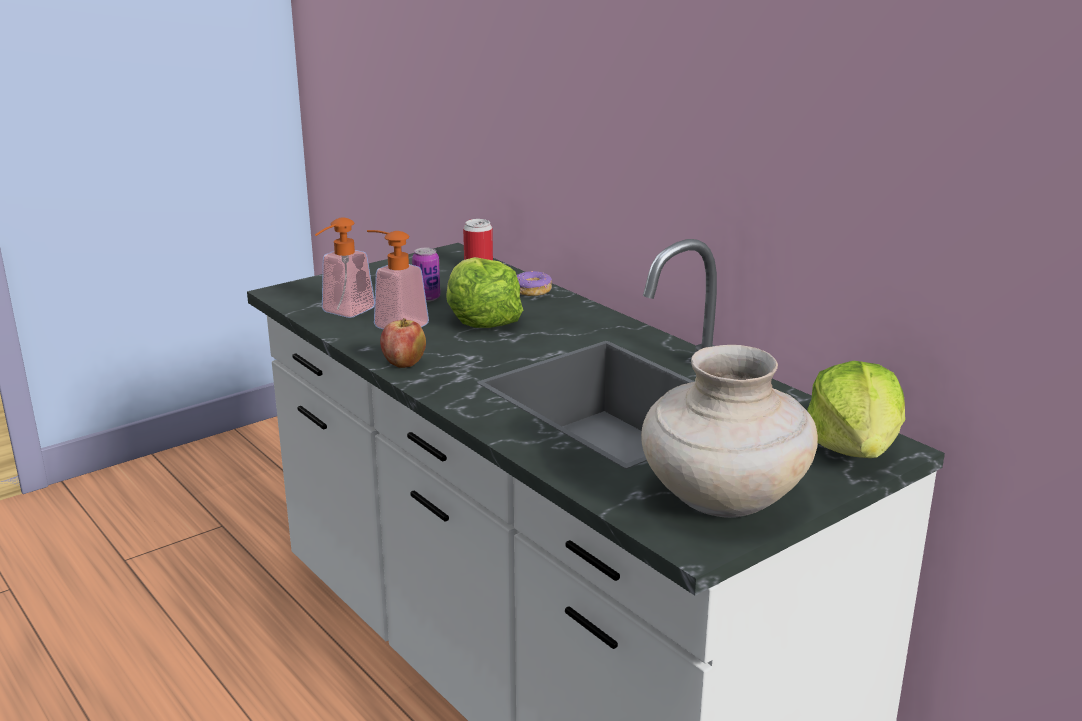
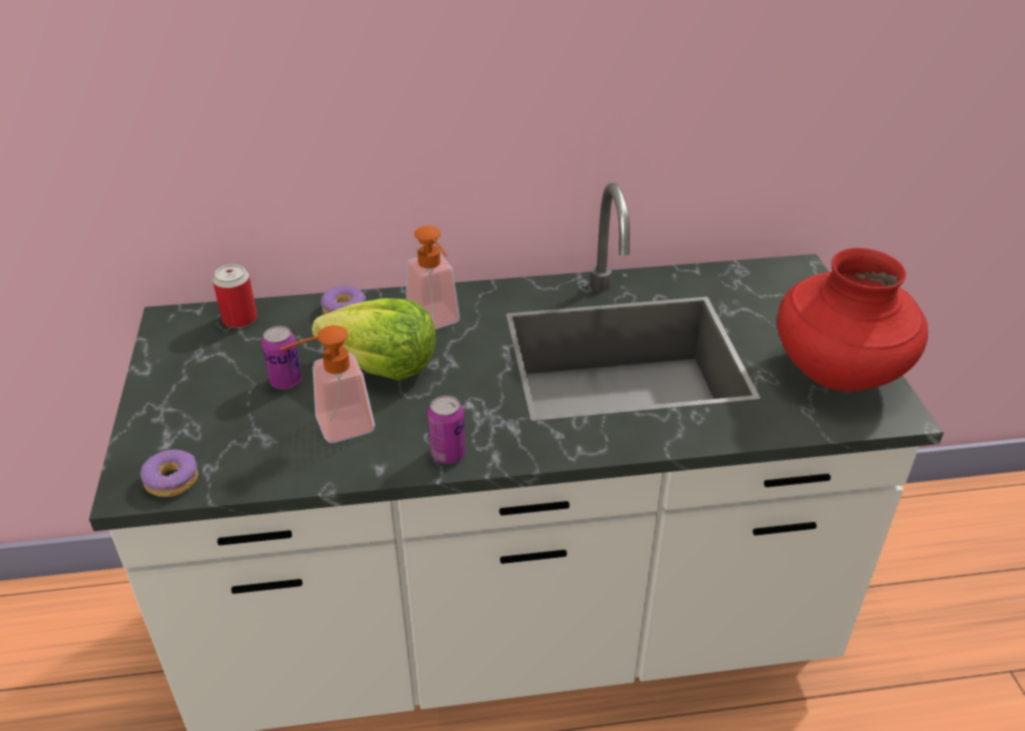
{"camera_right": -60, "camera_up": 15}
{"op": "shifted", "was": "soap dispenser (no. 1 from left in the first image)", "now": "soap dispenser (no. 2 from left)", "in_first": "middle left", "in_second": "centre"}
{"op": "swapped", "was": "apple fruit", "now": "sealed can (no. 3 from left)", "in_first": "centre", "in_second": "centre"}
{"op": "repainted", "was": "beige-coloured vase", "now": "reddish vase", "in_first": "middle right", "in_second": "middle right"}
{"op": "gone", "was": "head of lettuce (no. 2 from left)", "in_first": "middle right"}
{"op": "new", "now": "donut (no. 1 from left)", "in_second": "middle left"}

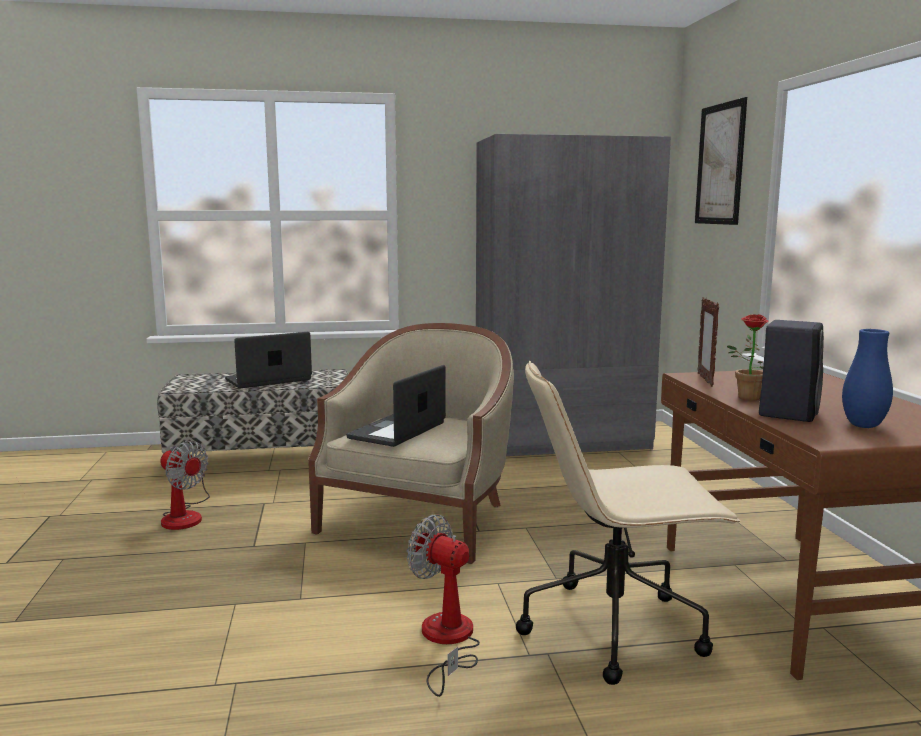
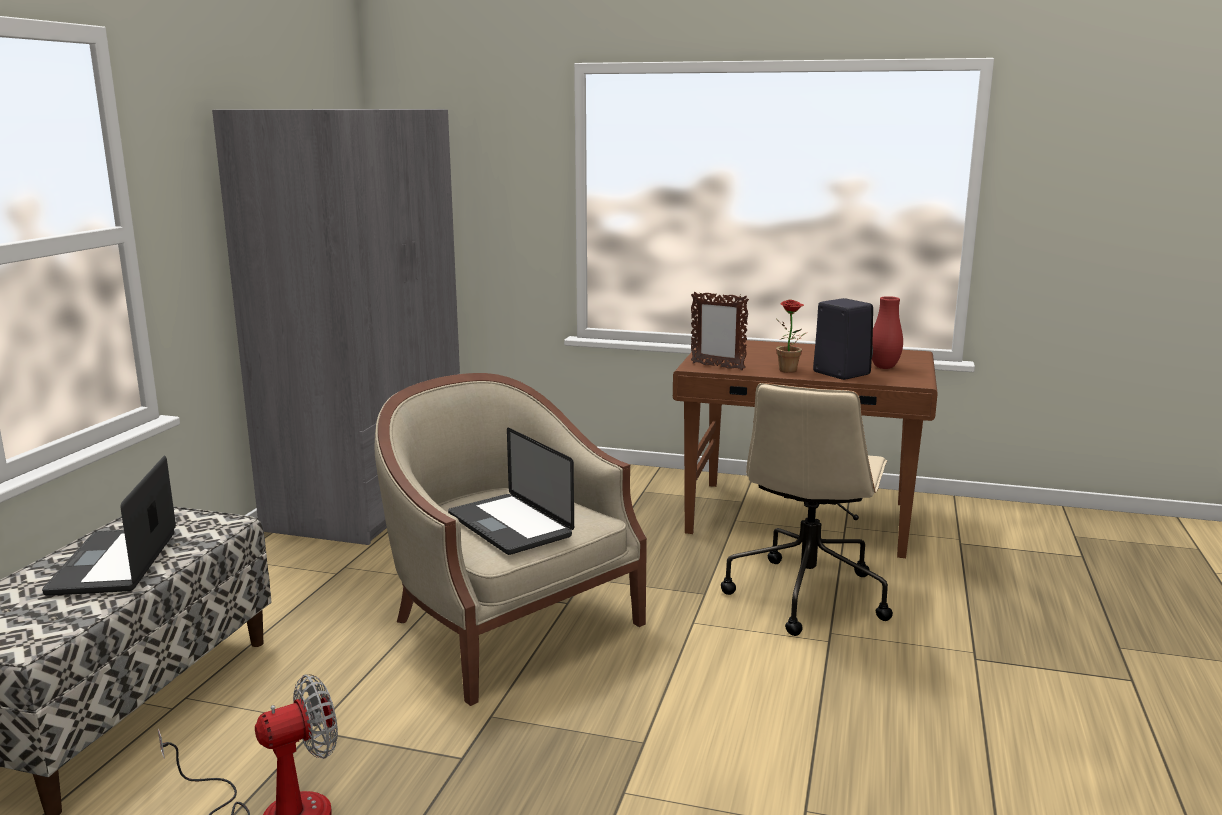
{"camera_right": -65, "camera_up": 5}
{"op": "gone", "was": "cooling fan (no. 2 from left)", "in_first": "bottom centre"}
{"op": "gone", "was": "wall art", "in_first": "top right"}
{"op": "repainted", "was": "blue-coloured vase", "now": "reddish vase", "in_first": "middle right", "in_second": "middle right"}

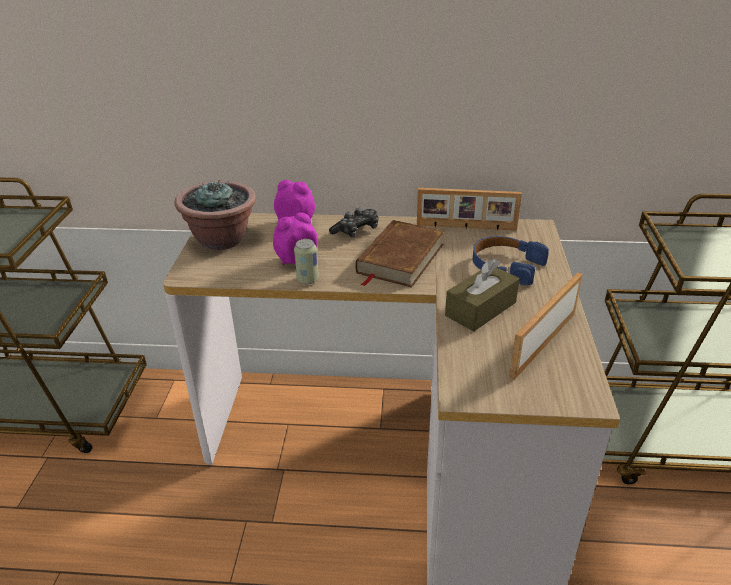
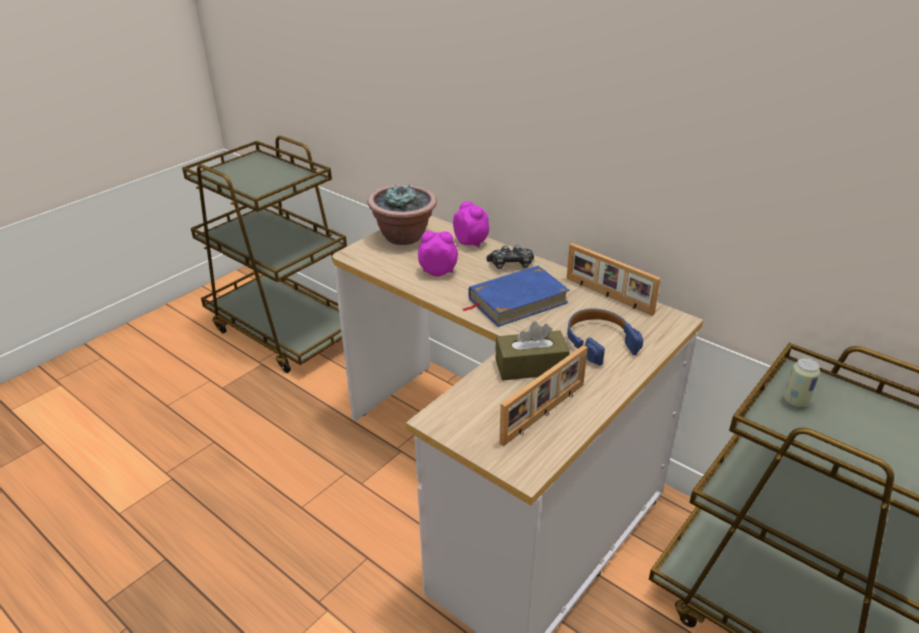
{"camera_right": 35, "camera_up": 0}
{"op": "shifted", "was": "sealed can", "in_first": "centre", "in_second": "middle right"}
{"op": "repainted", "was": "brown volume", "now": "blue-coloured volume", "in_first": "centre", "in_second": "centre"}
{"op": "rotated", "was": "picture frame (no. 2 from left in the first image)", "in_first": "middle right", "in_second": "centre", "clockwise": 150}

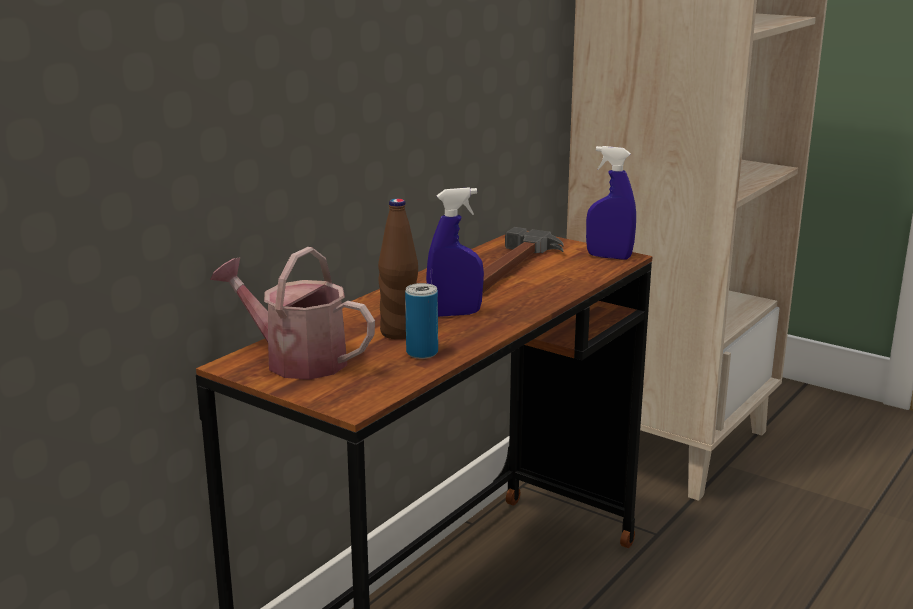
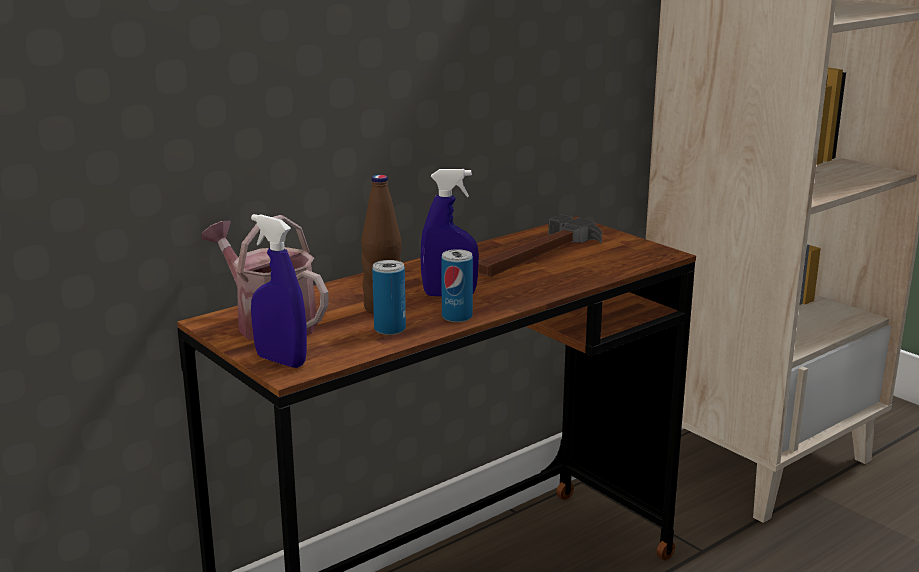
{"camera_right": 15, "camera_up": 0}
{"op": "shifted", "was": "blue-coloured hand sprayer (no. 2 from left in the first image)", "now": "blue-coloured hand sprayer (no. 1 from left)", "in_first": "middle right", "in_second": "middle left"}
{"op": "new", "now": "sealed can (no. 2 from left)", "in_second": "centre"}

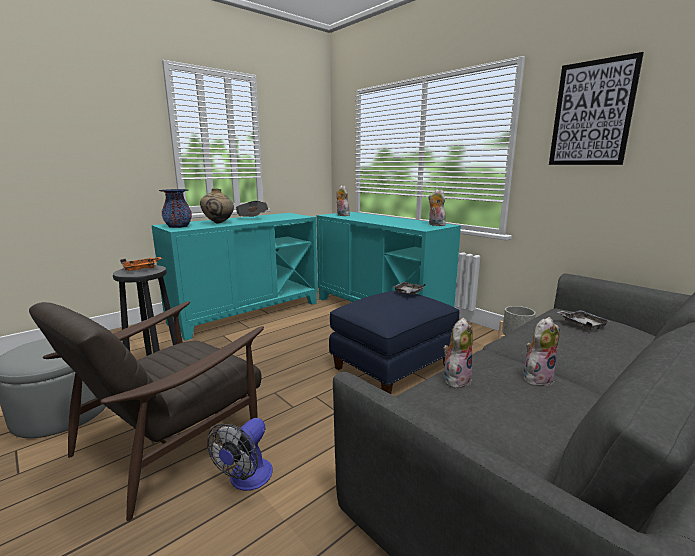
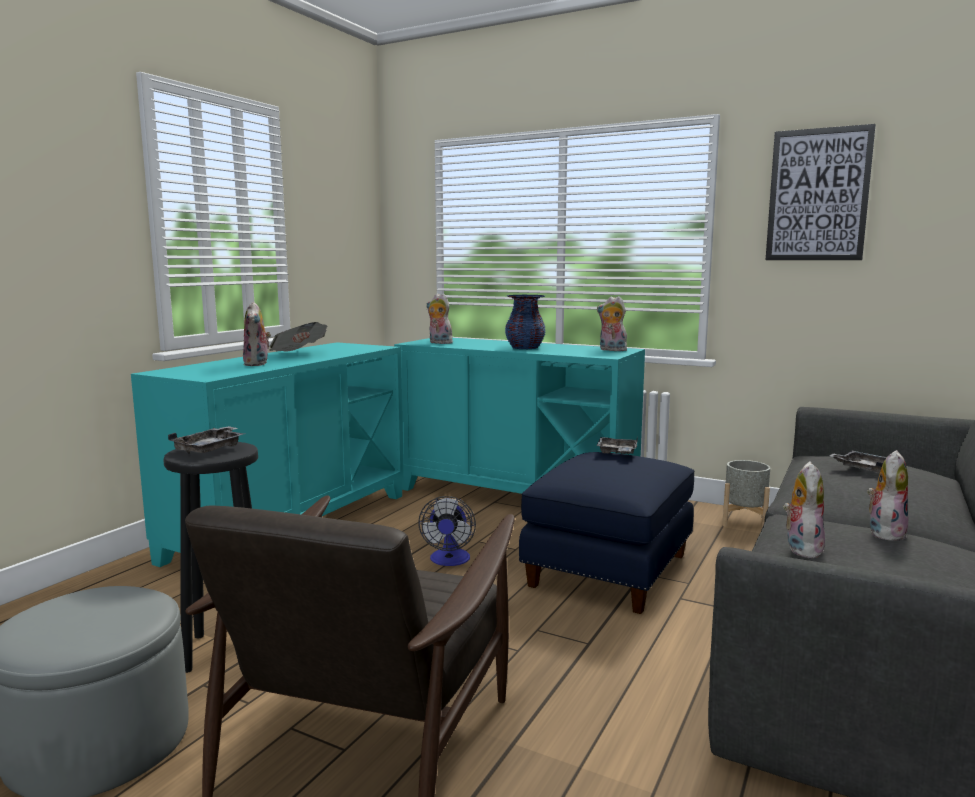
{"camera_right": -20, "camera_up": -5}
{"op": "repainted", "was": "orangey serving tray", "now": "grey serving tray (no. 1 from left)", "in_first": "middle left", "in_second": "middle left"}
{"op": "shifted", "was": "blue-coloured vase", "in_first": "middle left", "in_second": "centre"}
{"op": "swapped", "was": "beige-coloured vase", "now": "soft toy (no. 1 from left)", "in_first": "middle left", "in_second": "middle left"}
{"op": "shifted", "was": "cooling fan", "in_first": "bottom centre", "in_second": "centre"}

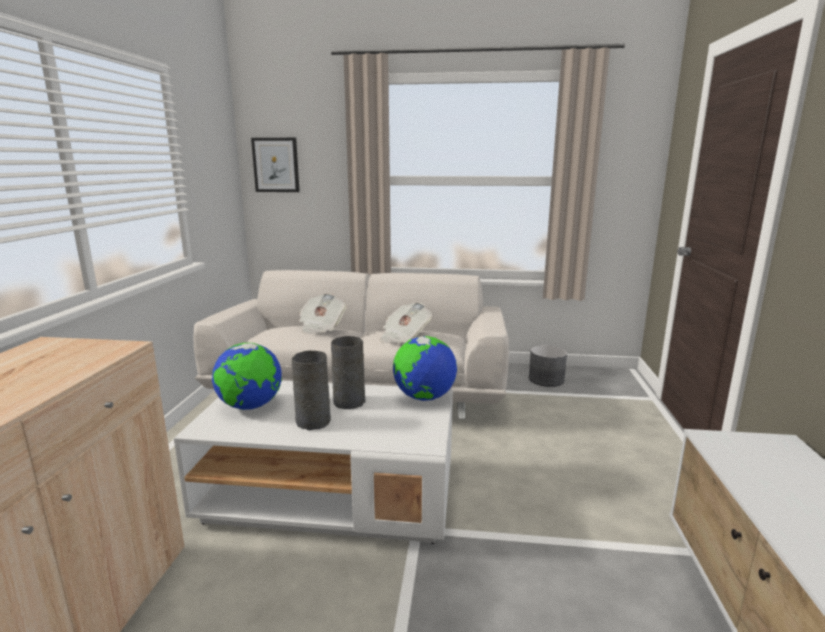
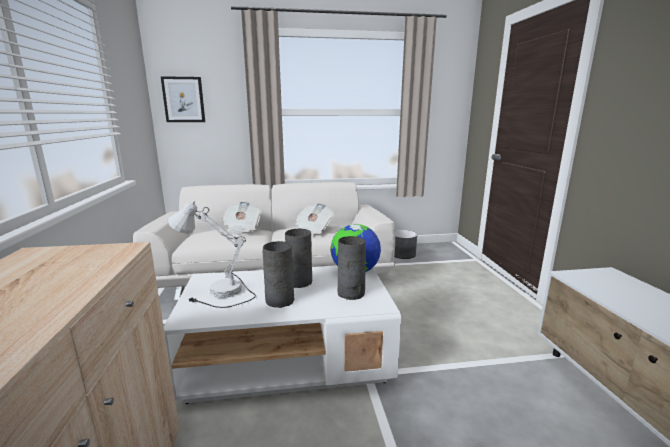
{"camera_right": -15, "camera_up": 0}
{"op": "swapped", "was": "globe (no. 1 from left)", "now": "whitish tabletop lamp", "in_first": "middle left", "in_second": "middle left"}
{"op": "new", "now": "grey vase (no. 3 from left)", "in_second": "centre"}

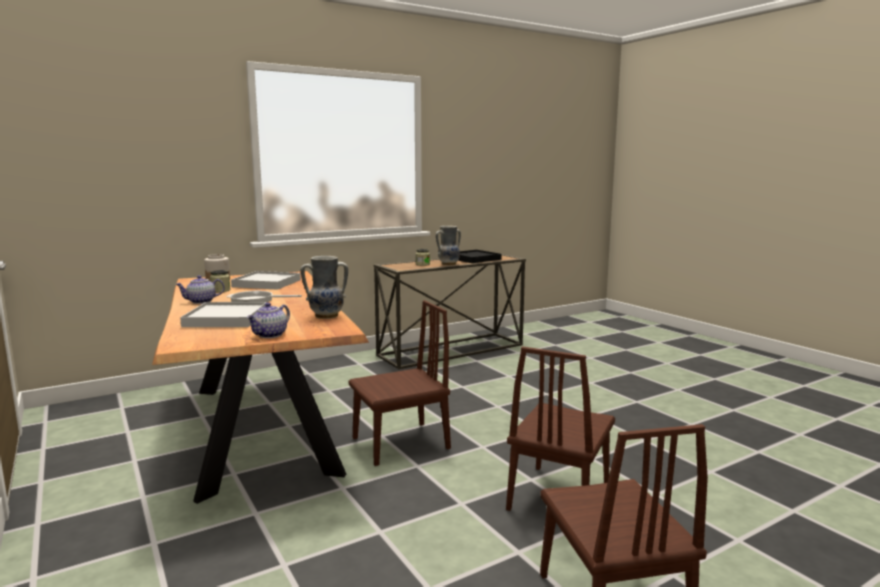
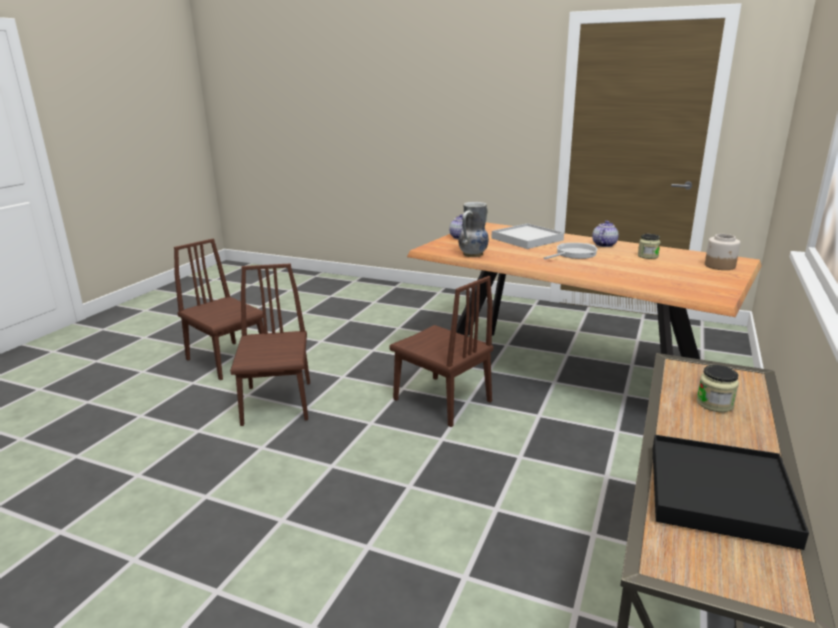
{"camera_right": 145, "camera_up": 10}
{"op": "gone", "was": "whitish serving tray (no. 2 from left)", "in_first": "middle left"}
{"op": "rotated", "was": "brown plain chair (no. 1 from left in the first image)", "in_first": "centre", "in_second": "centre", "clockwise": -75}
{"op": "gone", "was": "vase (no. 2 from left)", "in_first": "centre"}

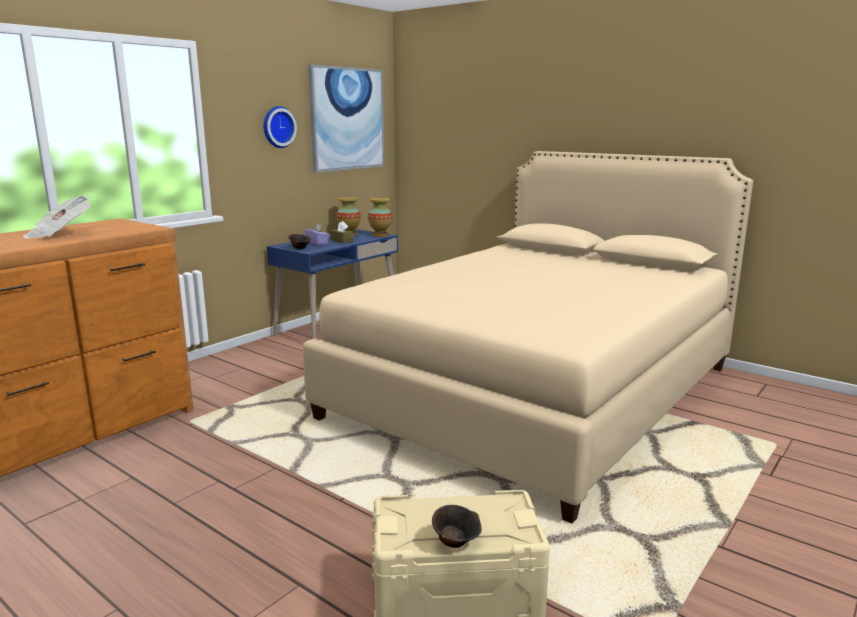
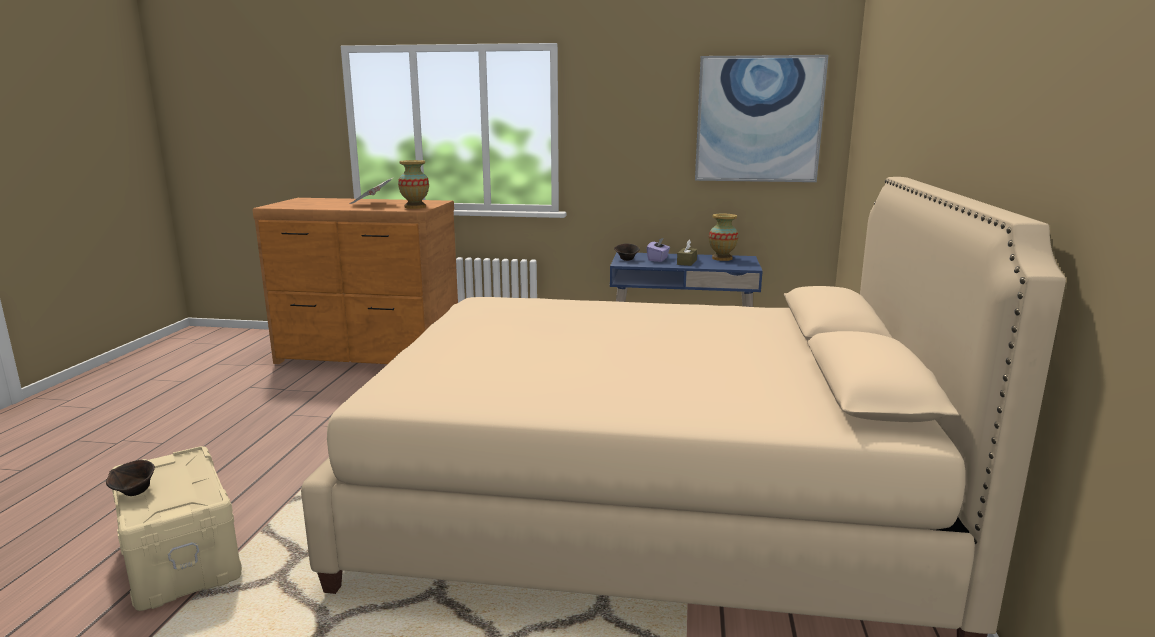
{"camera_right": 60, "camera_up": 0}
{"op": "gone", "was": "hanging clock", "in_first": "top left"}
{"op": "shifted", "was": "vase (no. 2 from left in the first image)", "now": "vase (no. 1 from left)", "in_first": "centre", "in_second": "top centre"}

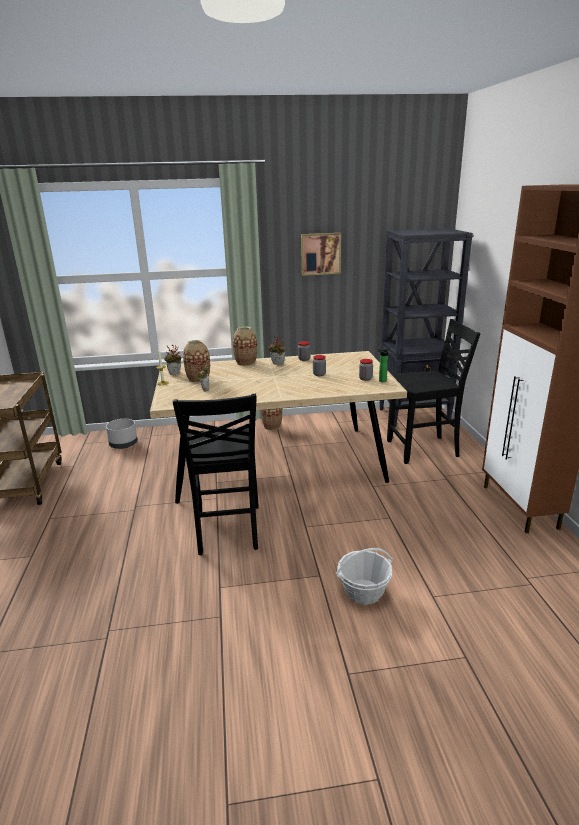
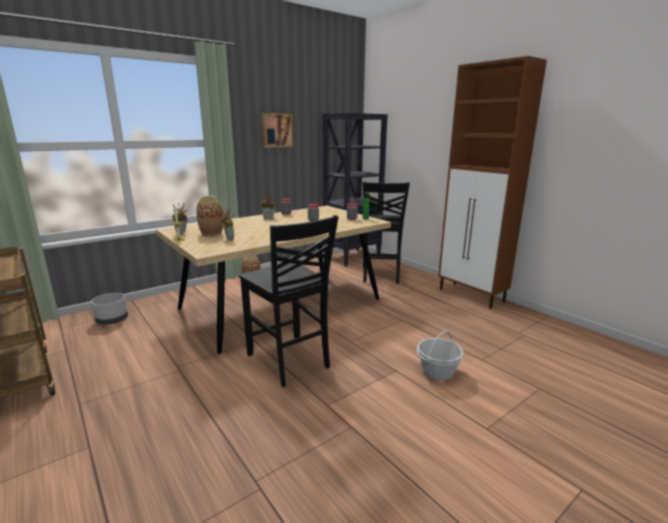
{"camera_right": -30, "camera_up": -5}
{"op": "gone", "was": "vase (no. 2 from left)", "in_first": "centre"}
{"op": "rotated", "was": "blackish plain chair (no. 2 from left)", "in_first": "middle right", "in_second": "centre", "clockwise": 135}

